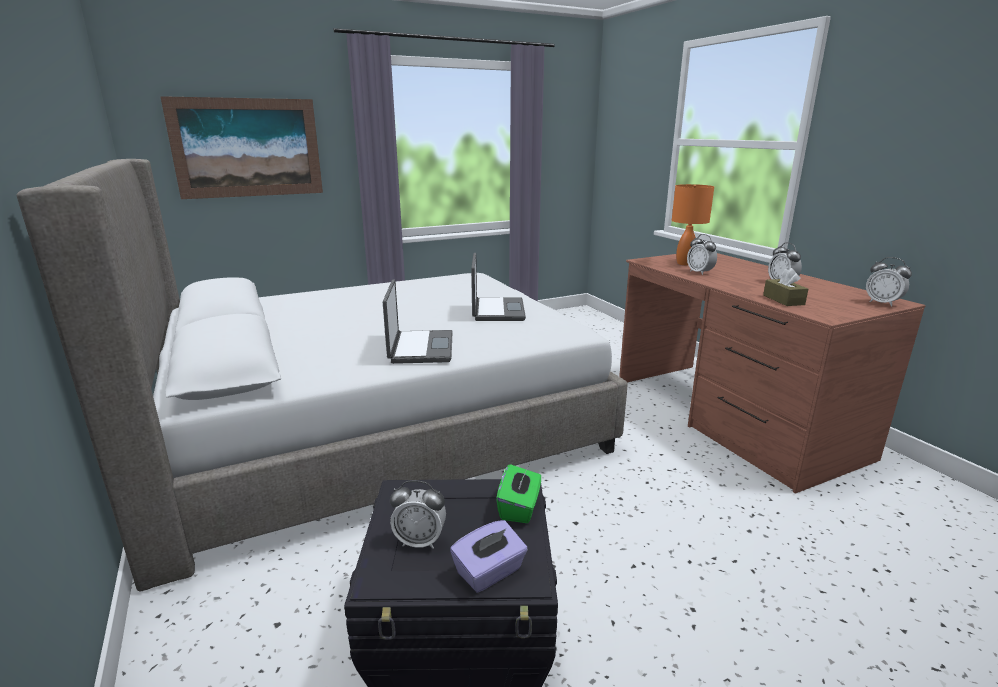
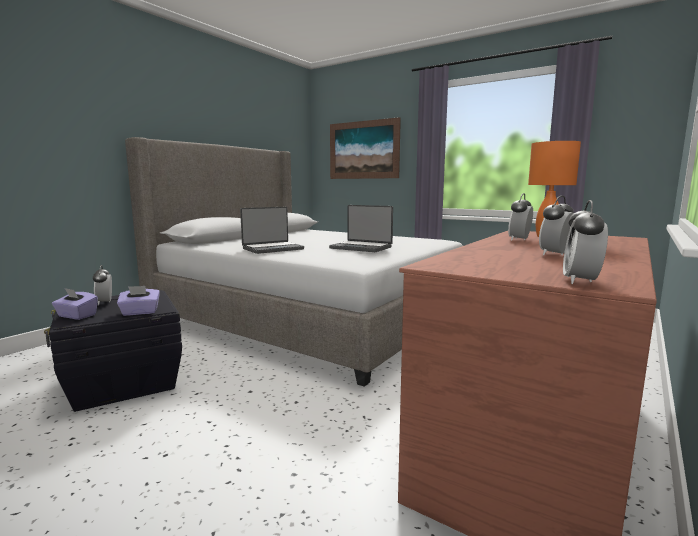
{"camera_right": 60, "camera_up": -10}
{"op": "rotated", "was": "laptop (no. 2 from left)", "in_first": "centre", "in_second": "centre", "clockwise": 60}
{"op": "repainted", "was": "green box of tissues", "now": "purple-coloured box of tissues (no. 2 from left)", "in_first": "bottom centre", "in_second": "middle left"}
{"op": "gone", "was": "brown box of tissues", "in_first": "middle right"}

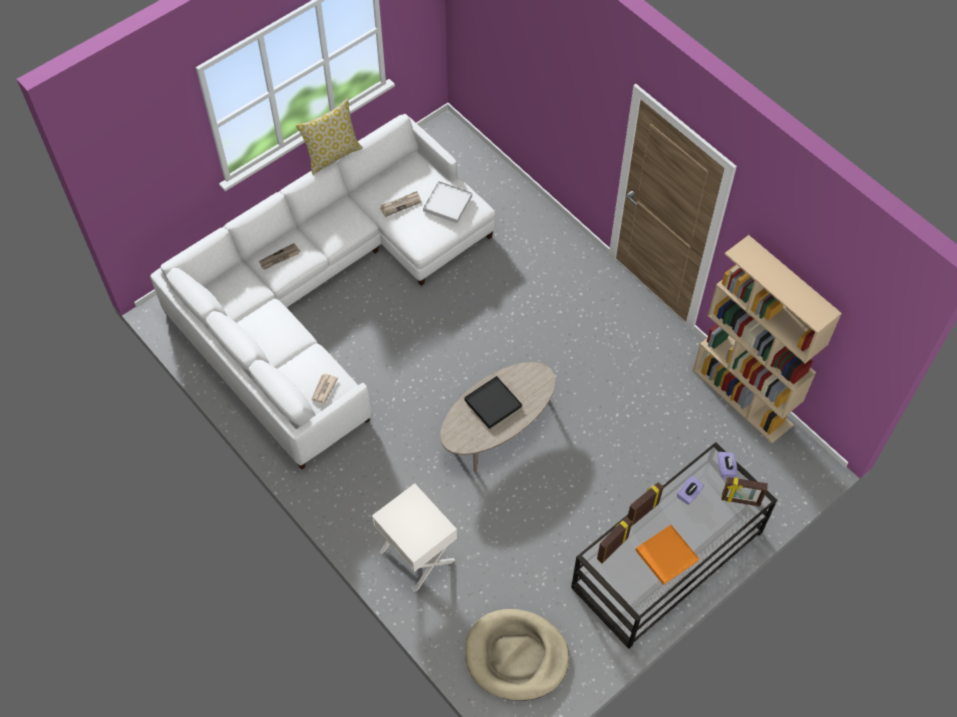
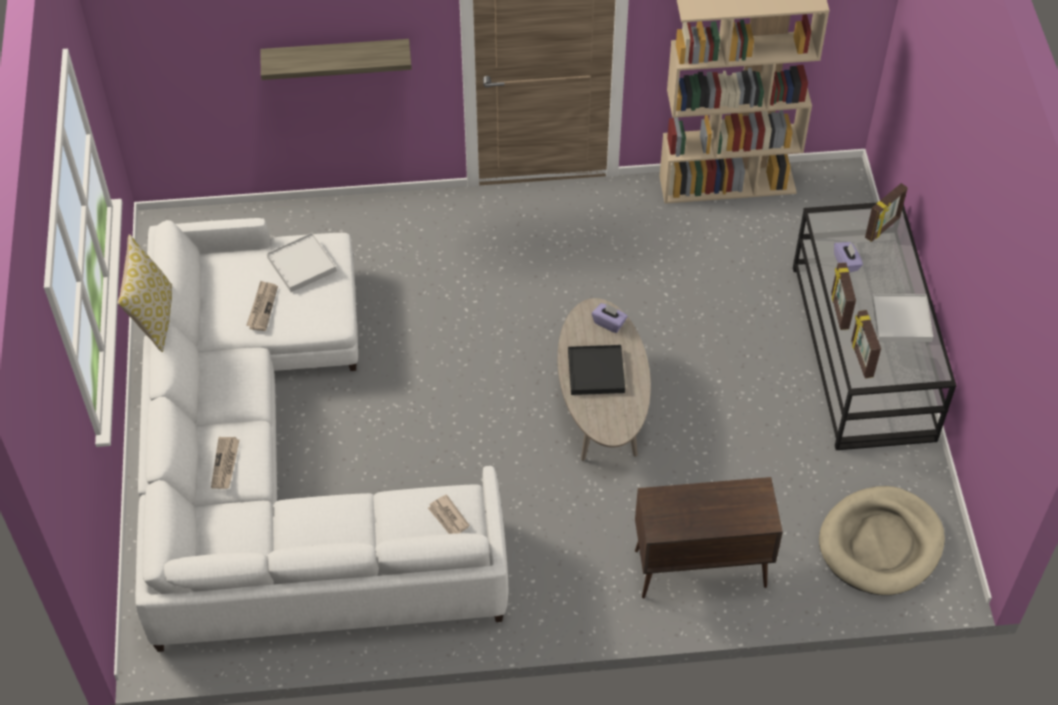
{"camera_right": -55, "camera_up": -5}
{"op": "swapped", "was": "whitish night table", "now": "brown cupboard", "in_first": "bottom centre", "in_second": "bottom right"}
{"op": "repainted", "was": "orangey serving tray", "now": "whitish serving tray (no. 2 from left)", "in_first": "bottom right", "in_second": "middle right"}
{"op": "shifted", "was": "purple-coloured box of tissues (no. 2 from left in the first image)", "now": "purple-coloured box of tissues (no. 1 from left)", "in_first": "middle right", "in_second": "centre"}
{"op": "new", "now": "wall shelf", "in_second": "top left"}

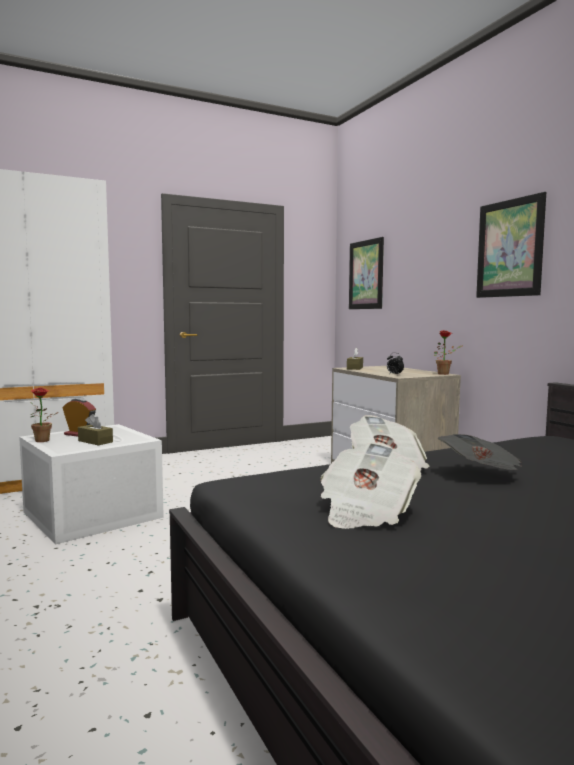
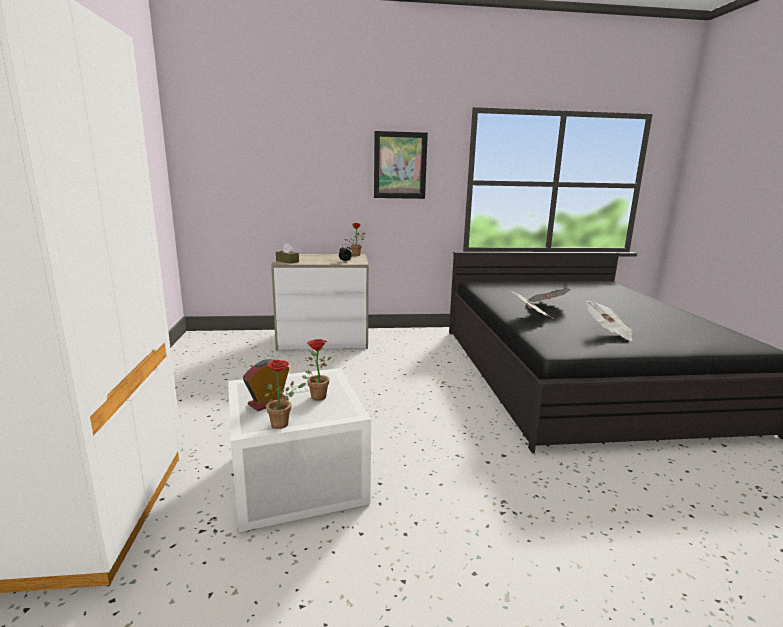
{"camera_right": -70, "camera_up": 10}
{"op": "swapped", "was": "brown box of tissues (no. 1 from left)", "now": "plant in a pot (no. 2 from left)", "in_first": "middle left", "in_second": "centre"}
{"op": "gone", "was": "wall art (no. 1 from left)", "in_first": "centre"}

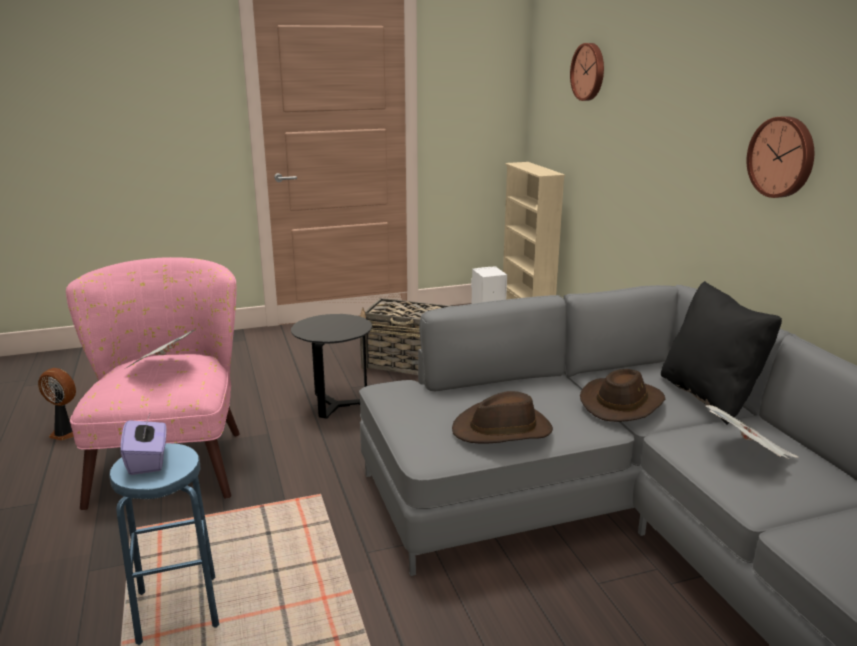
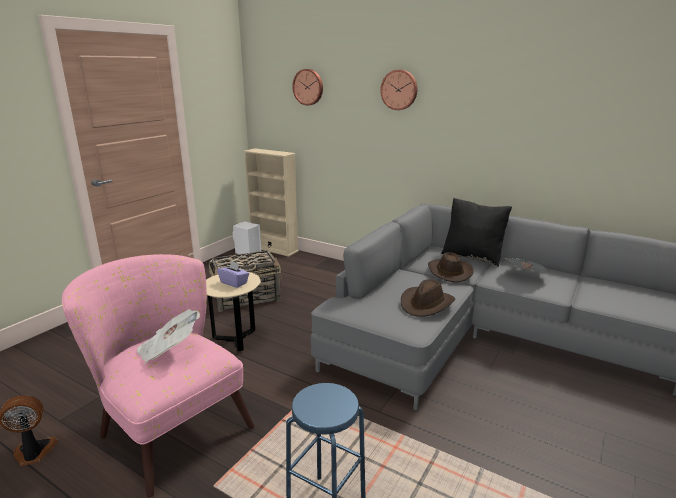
{"camera_right": -40, "camera_up": 0}
{"op": "shifted", "was": "purple-coloured box of tissues", "in_first": "bottom left", "in_second": "centre"}
{"op": "repainted", "was": "blackish end table", "now": "beige-coloured end table", "in_first": "centre", "in_second": "centre"}
{"op": "shifted", "was": "hanging clock (no. 2 from left)", "in_first": "top right", "in_second": "top centre"}

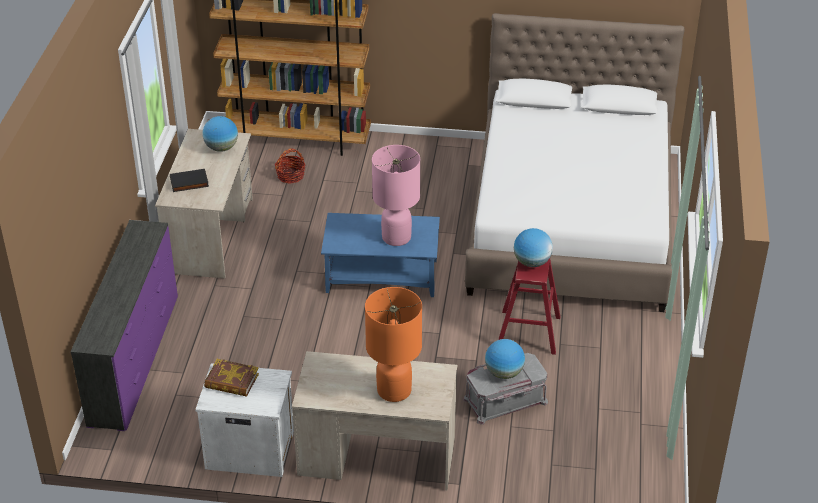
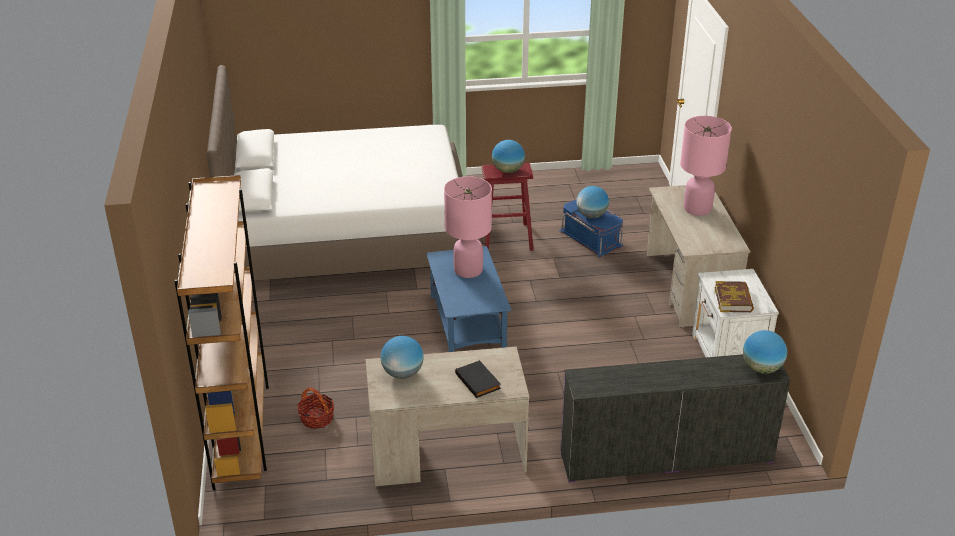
{"camera_right": -105, "camera_up": -5}
{"op": "repainted", "was": "orangey tabletop lamp", "now": "pink-coloured tabletop lamp (no. 2 from left)", "in_first": "bottom centre", "in_second": "top right"}
{"op": "repainted", "was": "grey storage bin", "now": "blue-coloured storage bin", "in_first": "bottom centre", "in_second": "centre"}
{"op": "new", "now": "globe (no. 4 from left)", "in_second": "middle right"}

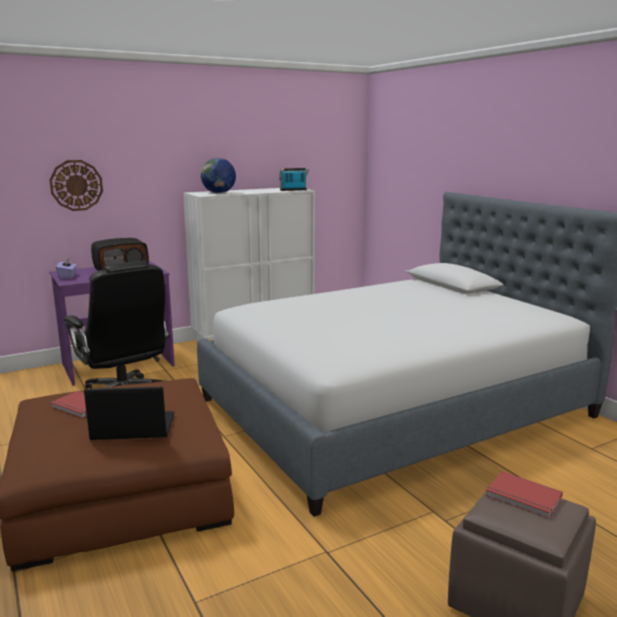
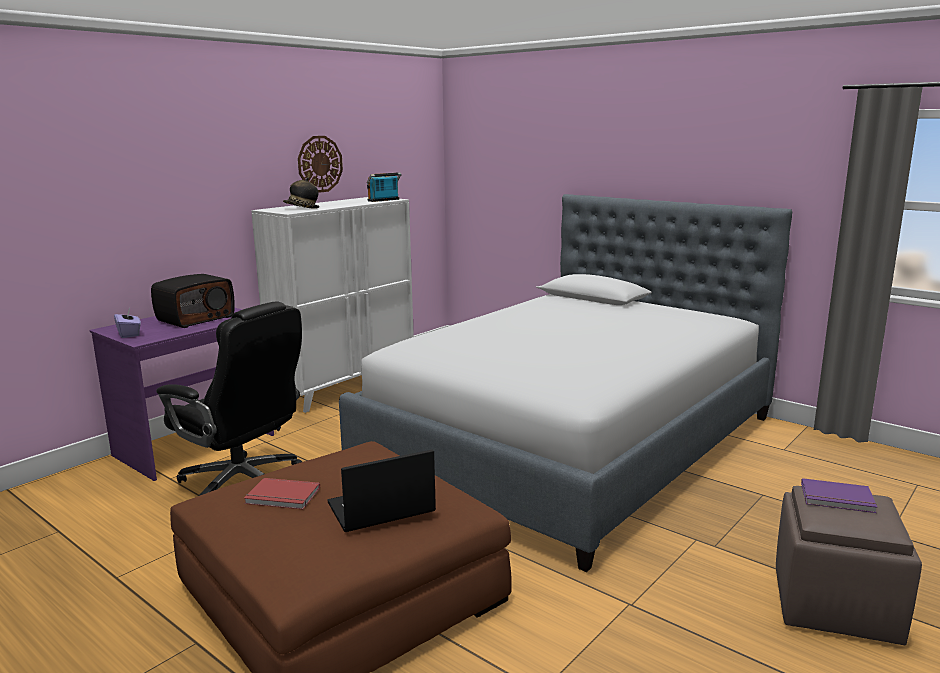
{"camera_right": -20, "camera_up": 0}
{"op": "shifted", "was": "hanging clock", "in_first": "top left", "in_second": "top centre"}
{"op": "swapped", "was": "globe", "now": "wearable hat", "in_first": "top centre", "in_second": "top left"}
{"op": "repainted", "was": "reddish volume (no. 2 from left)", "now": "purple-coloured volume", "in_first": "bottom right", "in_second": "bottom right"}

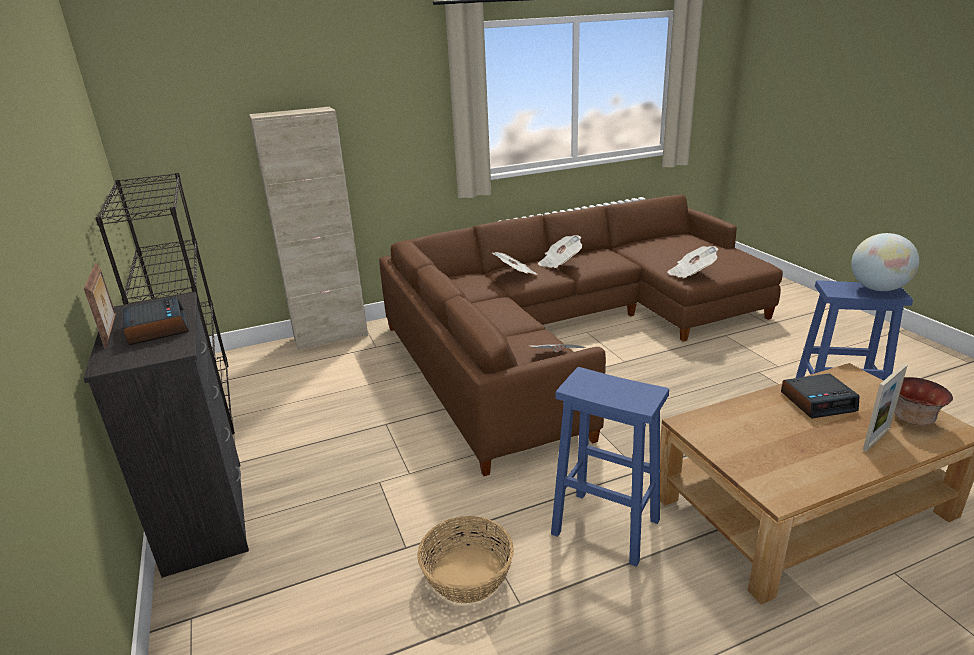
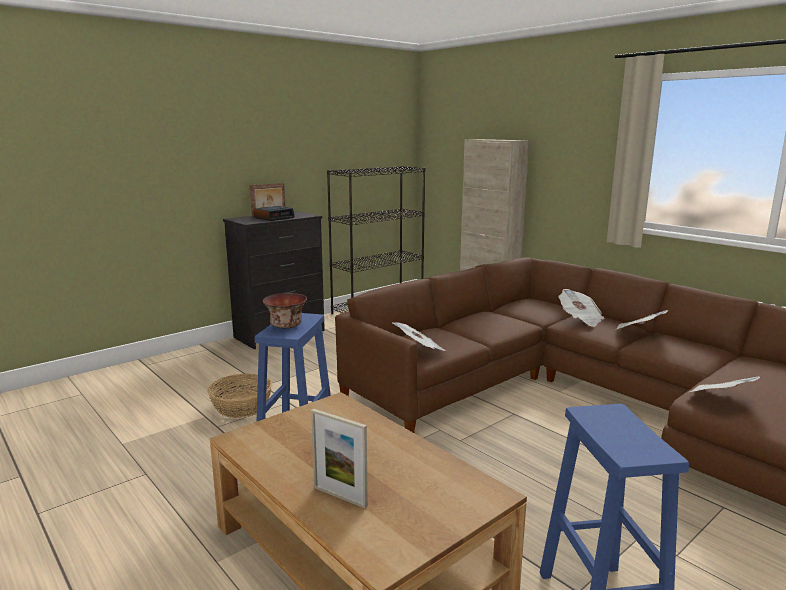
{"camera_right": 70, "camera_up": -10}
{"op": "gone", "was": "bedside clock (no. 2 from left)", "in_first": "middle right"}
{"op": "gone", "was": "globe", "in_first": "middle right"}
{"op": "shifted", "was": "serving bowl", "in_first": "middle right", "in_second": "centre"}

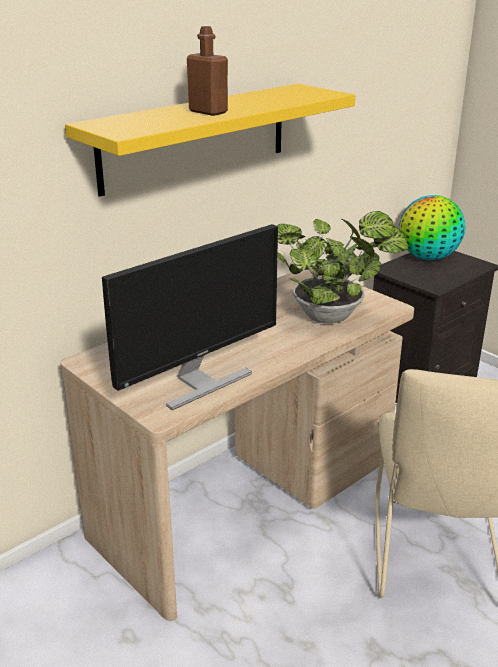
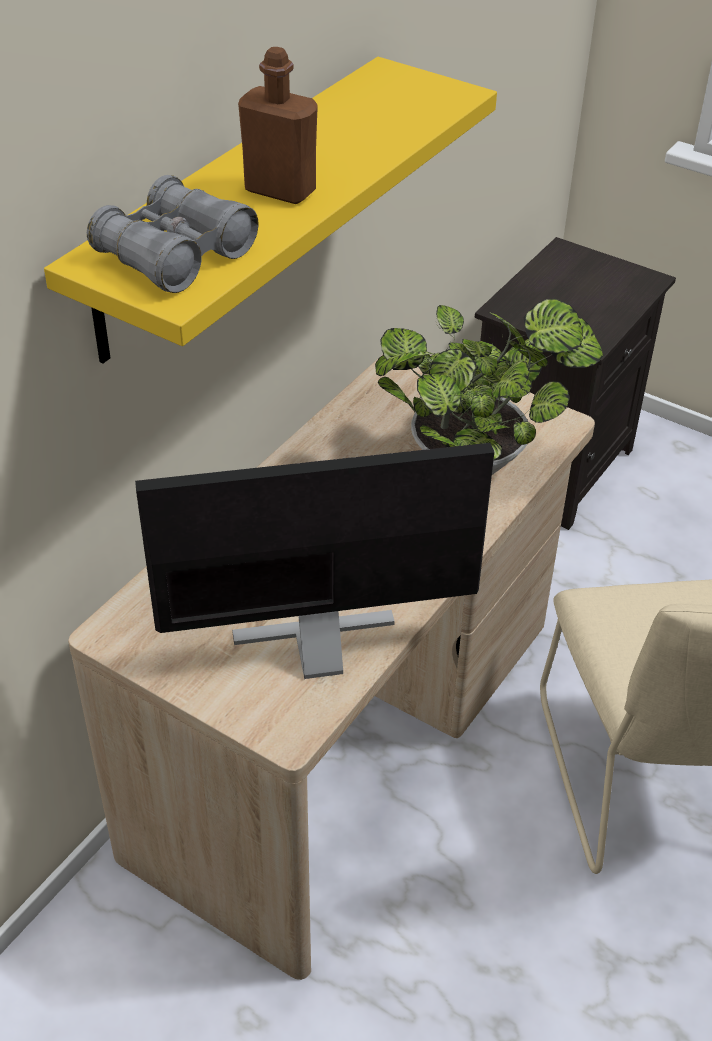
{"camera_right": -15, "camera_up": 15}
{"op": "rotated", "was": "monitor", "in_first": "centre", "in_second": "centre", "clockwise": -135}
{"op": "gone", "was": "globe", "in_first": "middle right"}
{"op": "new", "now": "grey field glasses", "in_second": "top left"}

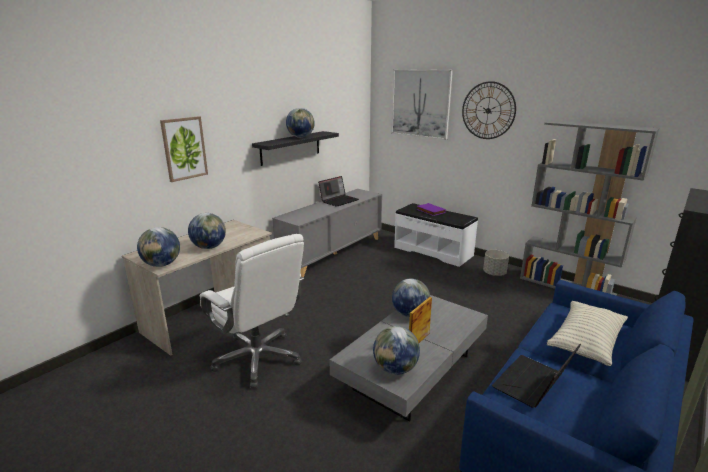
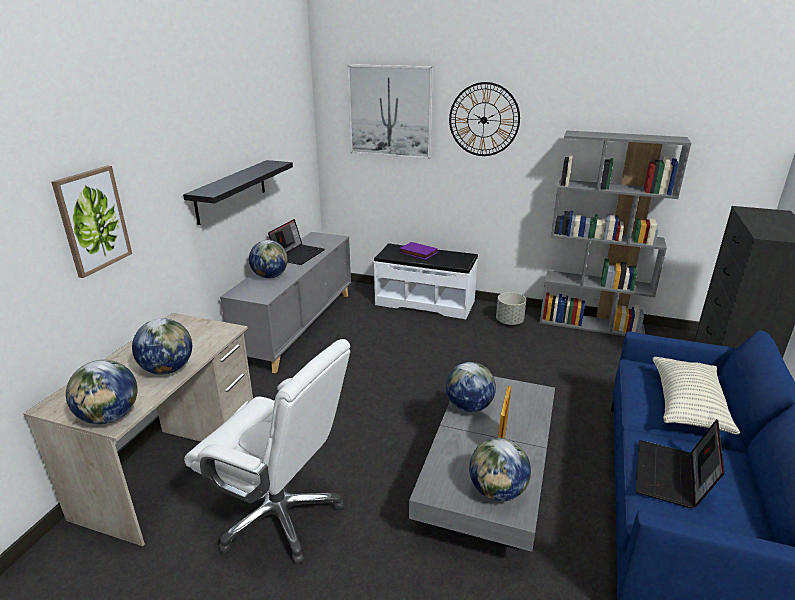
{"camera_right": -20, "camera_up": 5}
{"op": "shifted", "was": "globe (no. 3 from left)", "in_first": "top centre", "in_second": "centre"}

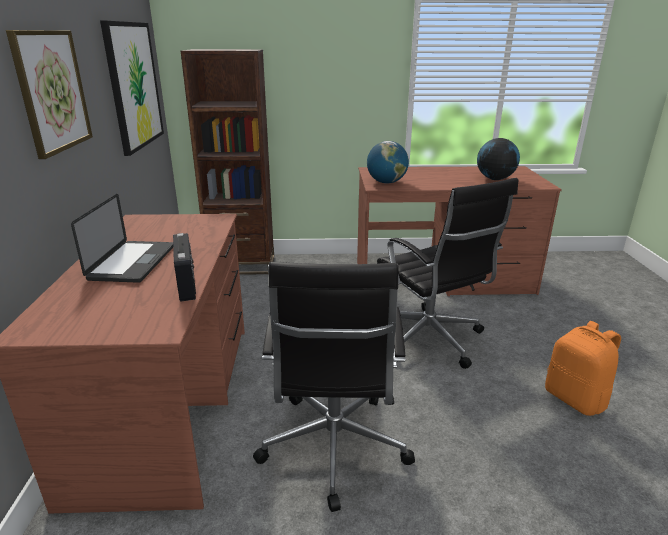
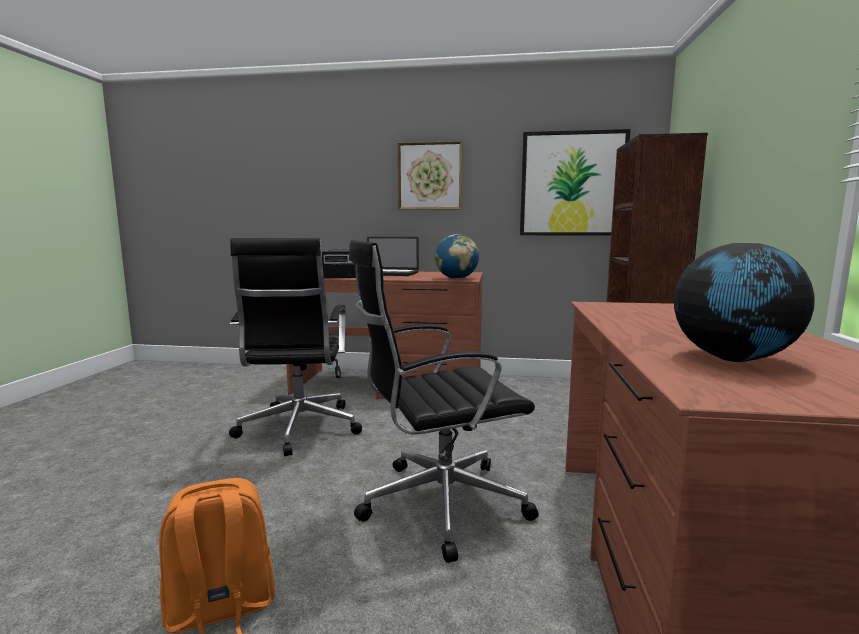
{"camera_right": 100, "camera_up": -15}
{"op": "rotated", "was": "blackish computer chair (no. 1 from left)", "in_first": "bottom centre", "in_second": "centre", "clockwise": -105}
{"op": "shifted", "was": "globe (no. 1 from left)", "in_first": "top centre", "in_second": "centre"}

